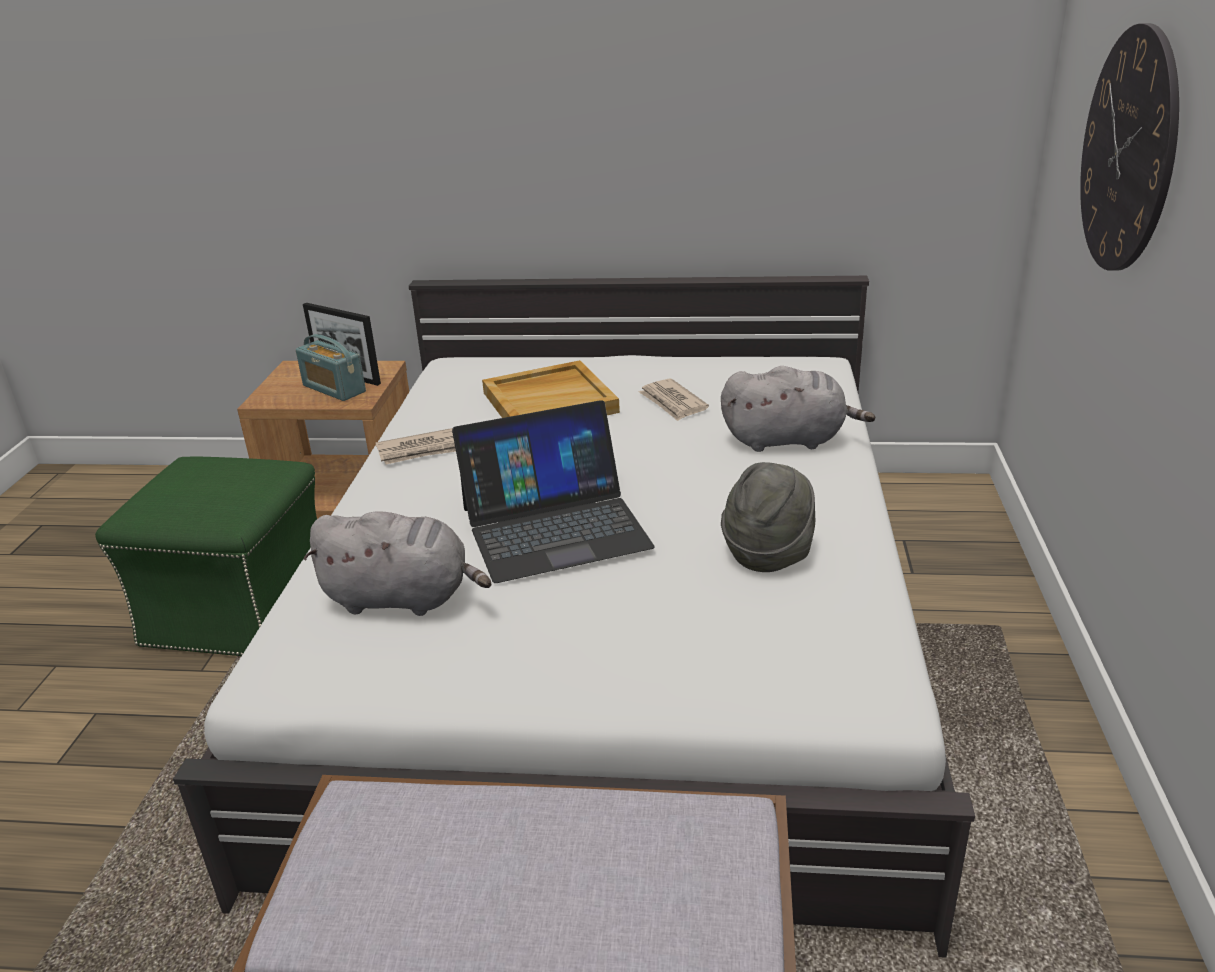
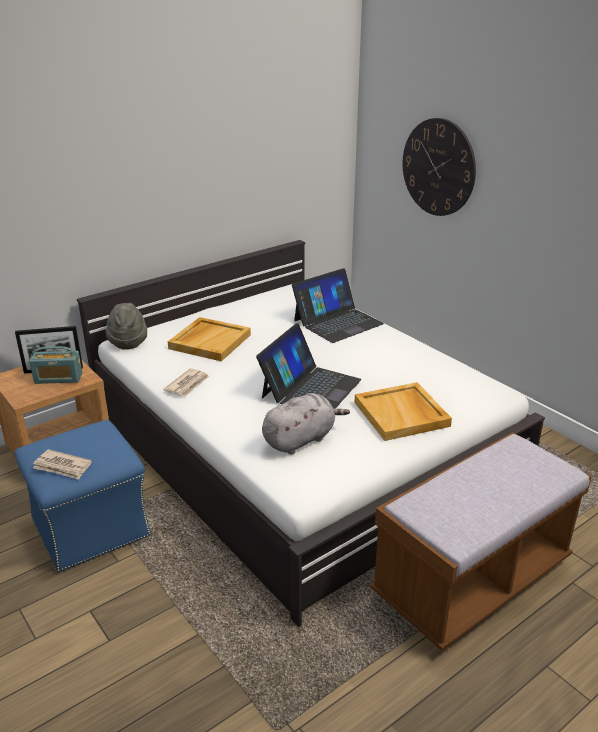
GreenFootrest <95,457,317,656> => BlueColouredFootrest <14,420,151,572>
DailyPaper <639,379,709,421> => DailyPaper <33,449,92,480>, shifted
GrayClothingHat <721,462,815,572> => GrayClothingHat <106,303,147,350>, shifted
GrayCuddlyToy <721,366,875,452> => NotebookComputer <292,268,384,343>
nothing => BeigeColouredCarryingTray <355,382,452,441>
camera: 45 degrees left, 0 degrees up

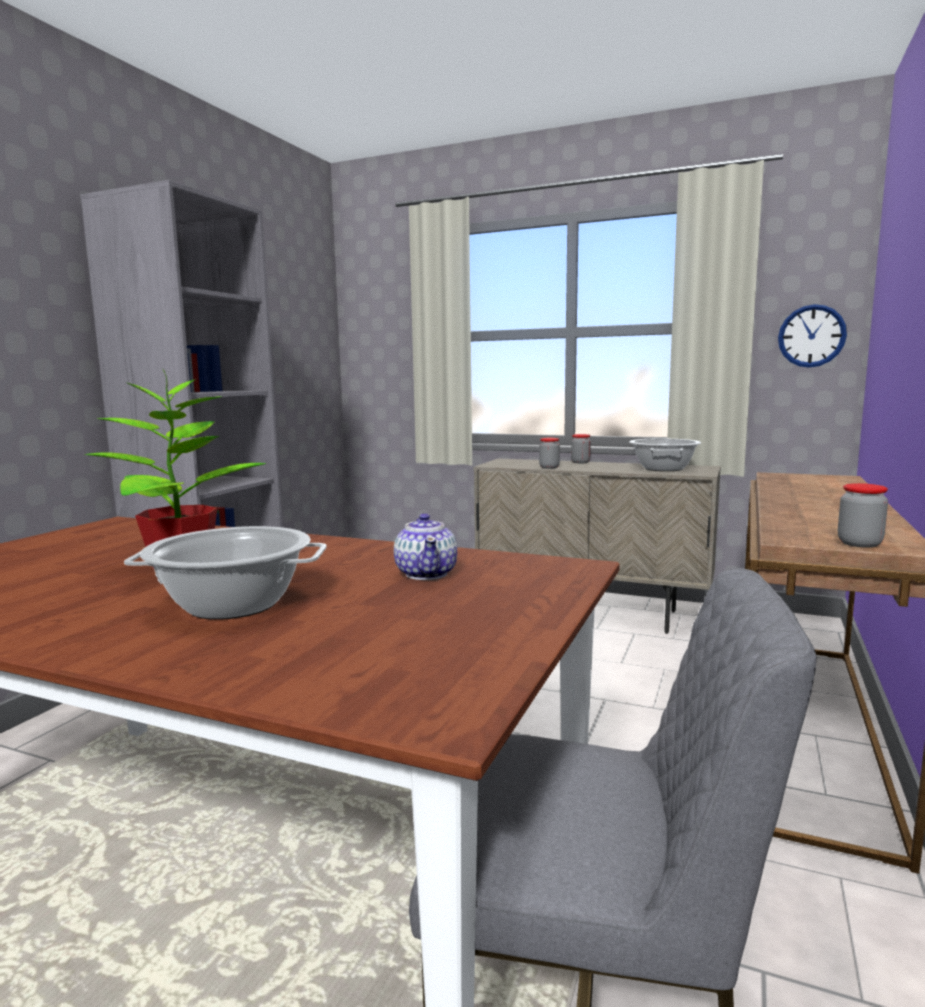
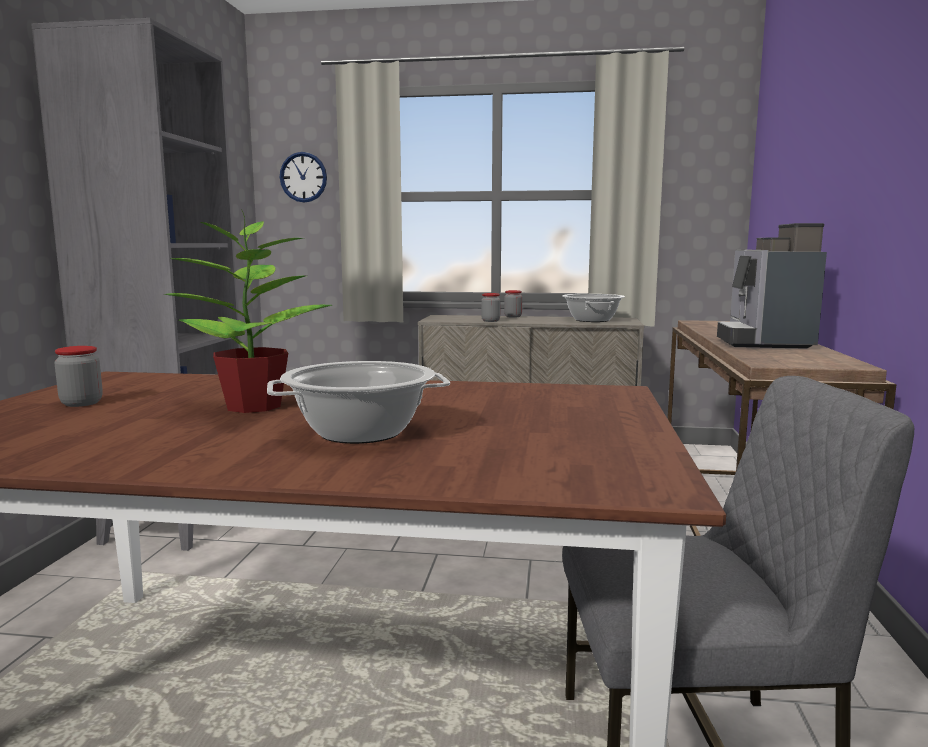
StorageJar <838,483,888,548> => StorageJar <54,346,103,407>, shifted
ClockOnTheWall <778,304,847,368> => ClockOnTheWall <280,152,327,203>, shifted
nothing => CoffeeMaker <717,223,827,349>
PotForTea <394,513,457,580> => nothing
camera: 15 degrees left, 0 degrees up

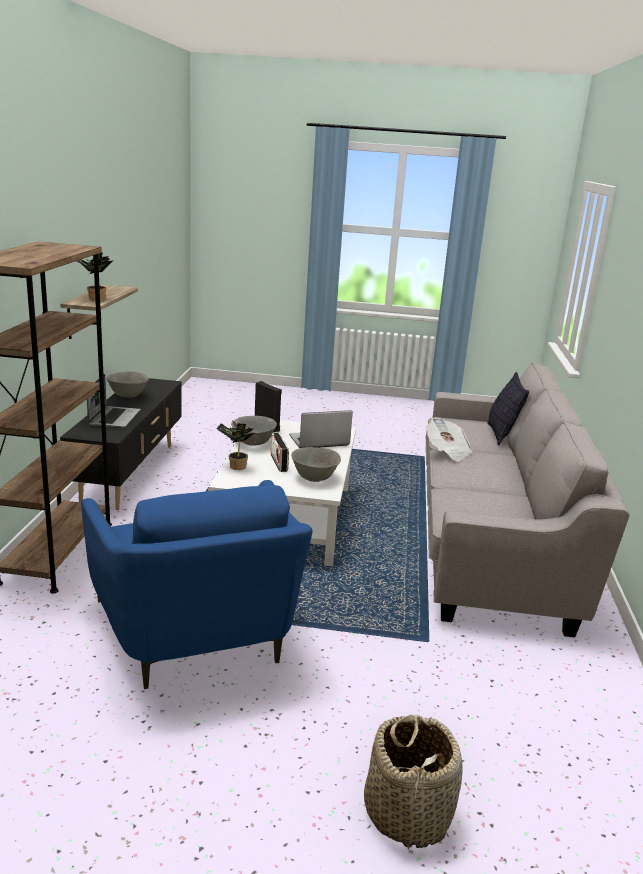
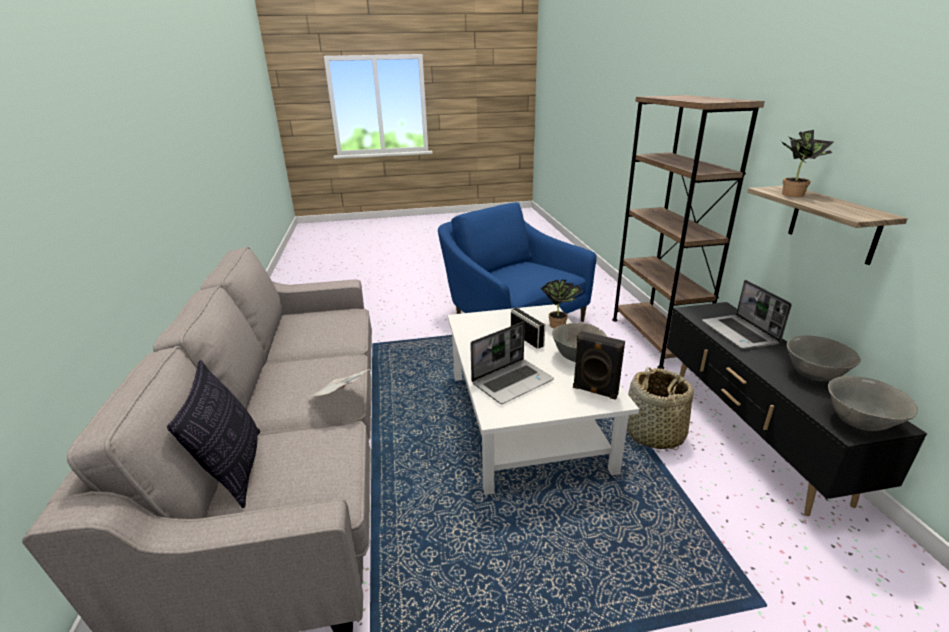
Basket <364,715,463,849> => Basket <627,367,694,450>, shifted
GrayBowl <291,447,341,482> => GrayBowl <828,376,918,431>, shifted
camera: 165 degrees right, 5 degrees up

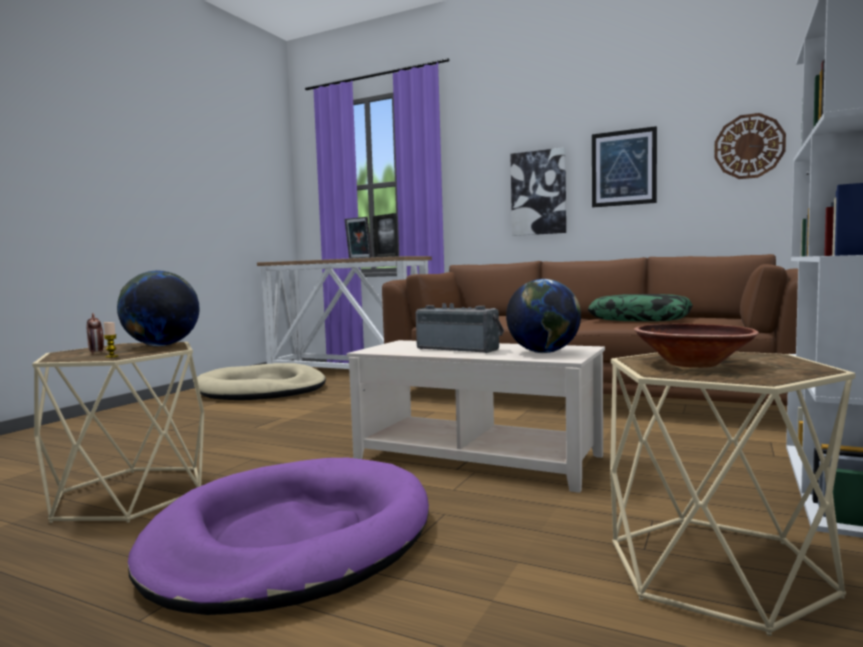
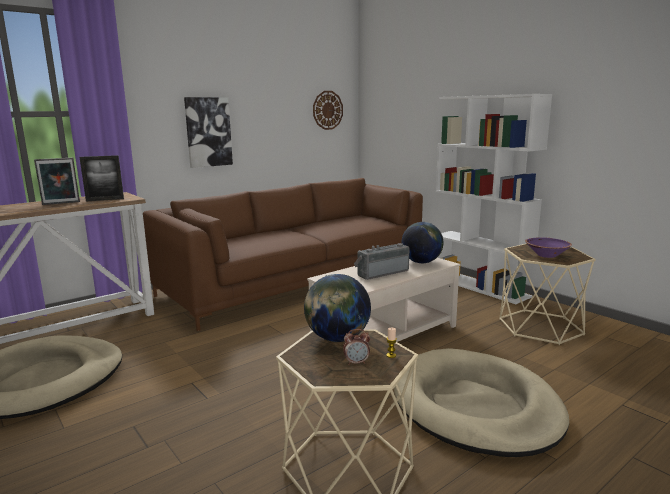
PurplishPetBed <128,458,429,615> => BeigeColouredPetBed <394,348,569,457>
BrownishBowl <634,324,759,368> => PurplishBowl <525,237,572,258>
Cushion <588,294,693,322> => nothing
WallPicture <592,126,657,207> => nothing
camera: 65 degrees left, 10 degrees up

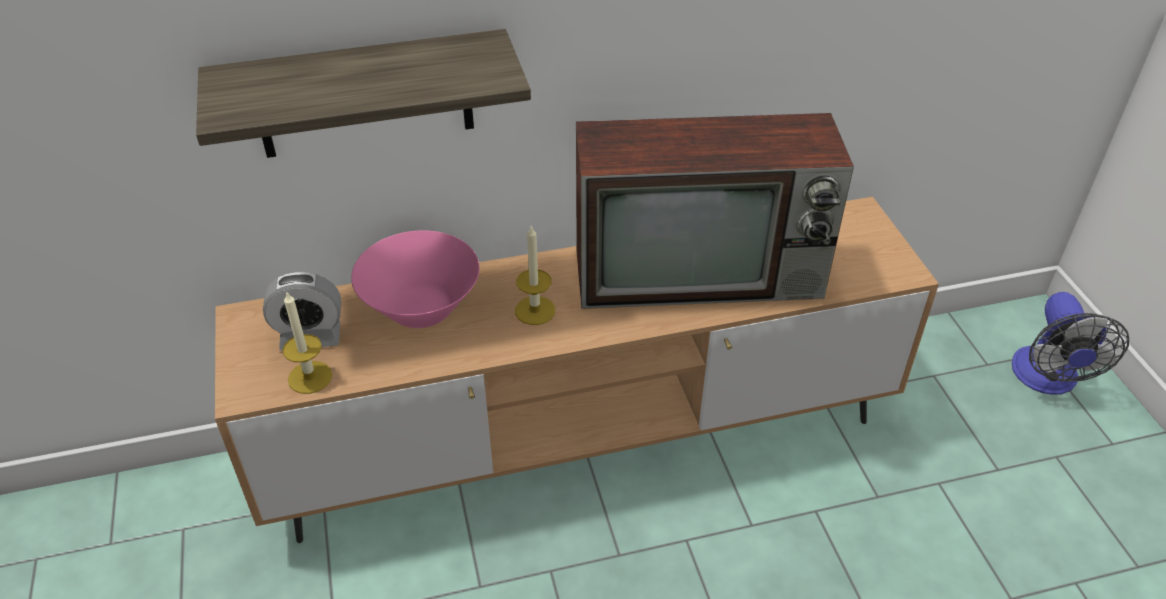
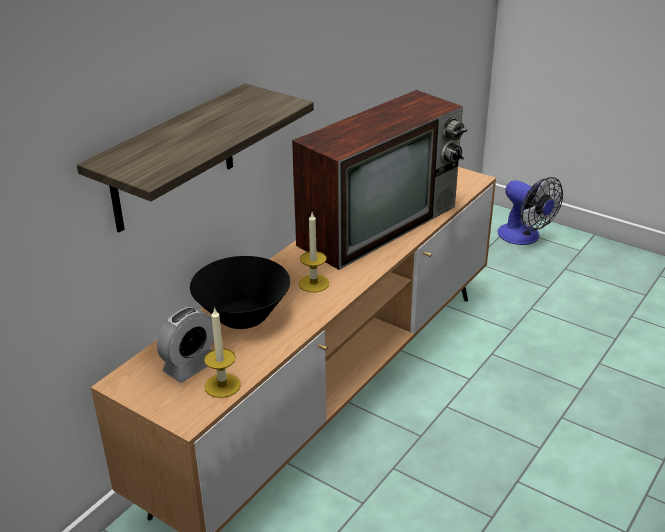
PinkColouredBowl <351,230,480,328> => BlackColouredBowl <190,256,290,329>
camera: 40 degrees left, 10 degrees down

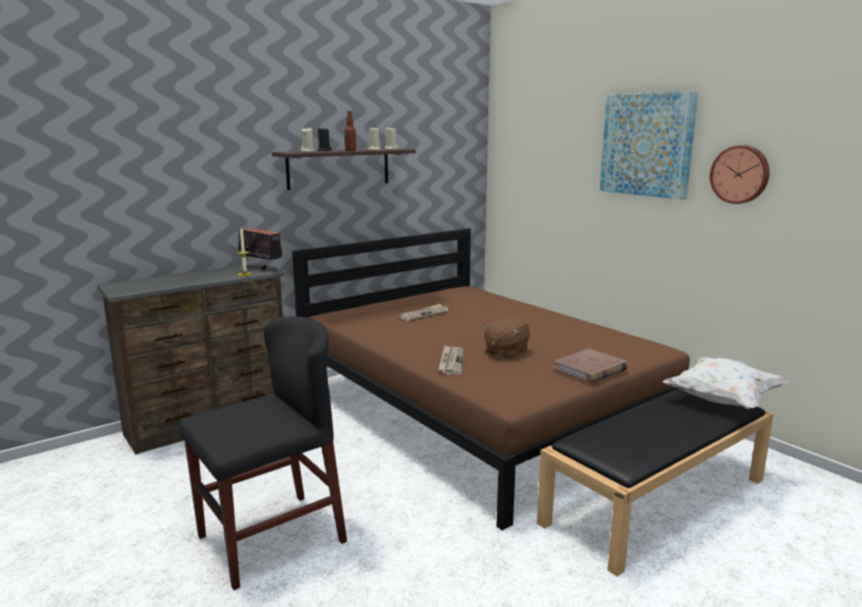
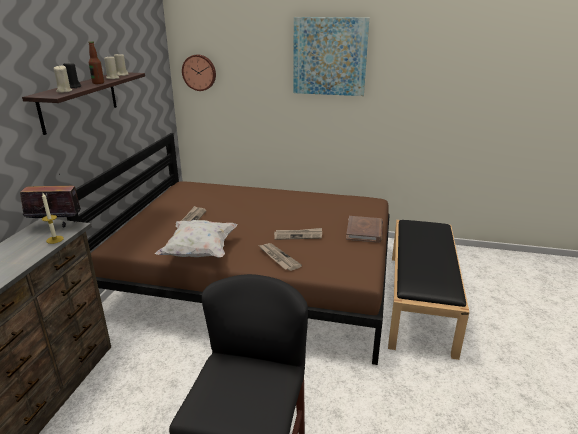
WhiteColouredCushion <662,357,788,409> => WhiteColouredCushion <155,220,238,258>, shifted
ClockOnTheWall <710,145,770,204> => ClockOnTheWall <182,55,216,91>, shifted
BrownishCuddlyToy <483,317,530,359> => DailyPaper <274,228,322,240>
camera: 40 degrees left, 10 degrees up

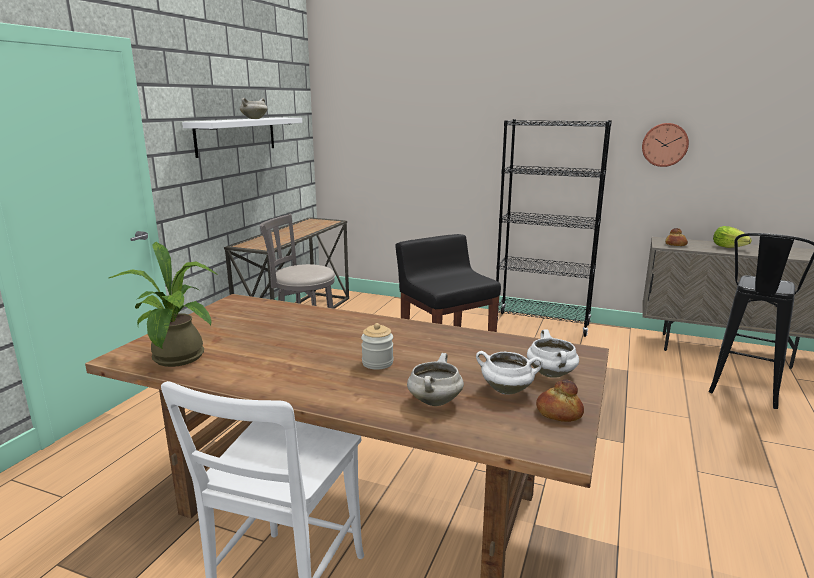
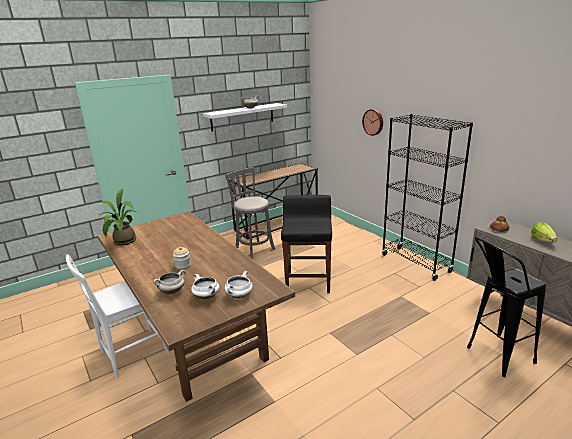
ClockOnTheWall <642,123,689,167> => ClockOnTheWall <362,109,383,136>, shifted
Bread <536,379,584,422> => nothing
camera: 35 degrees right, 5 degrees up

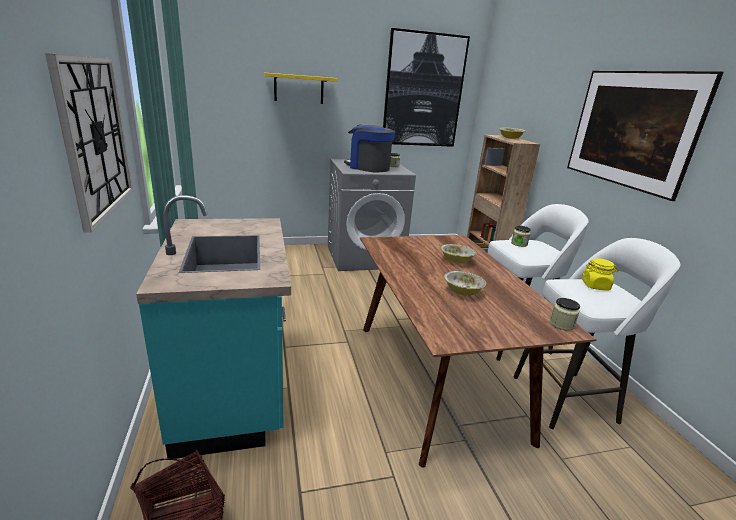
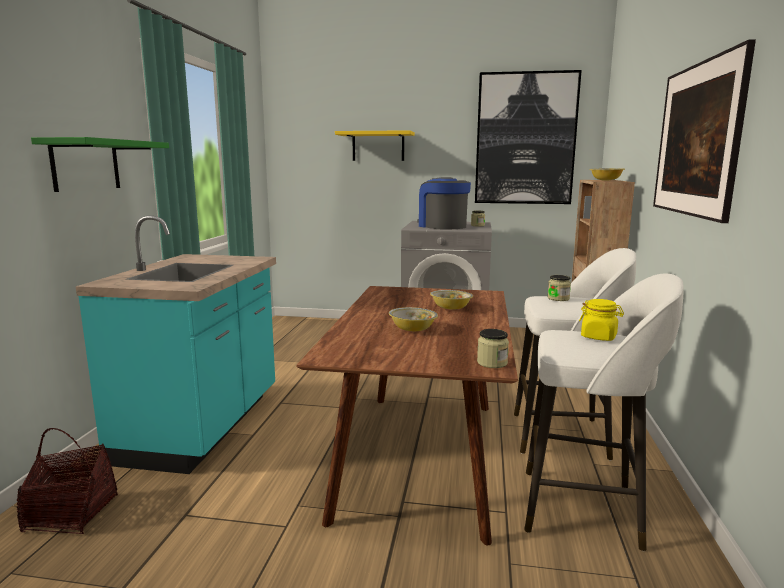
ClockOnTheWall <45,53,133,233> => GreenShelf <31,137,169,192>
camera: 25 degrees right, 10 degrees down

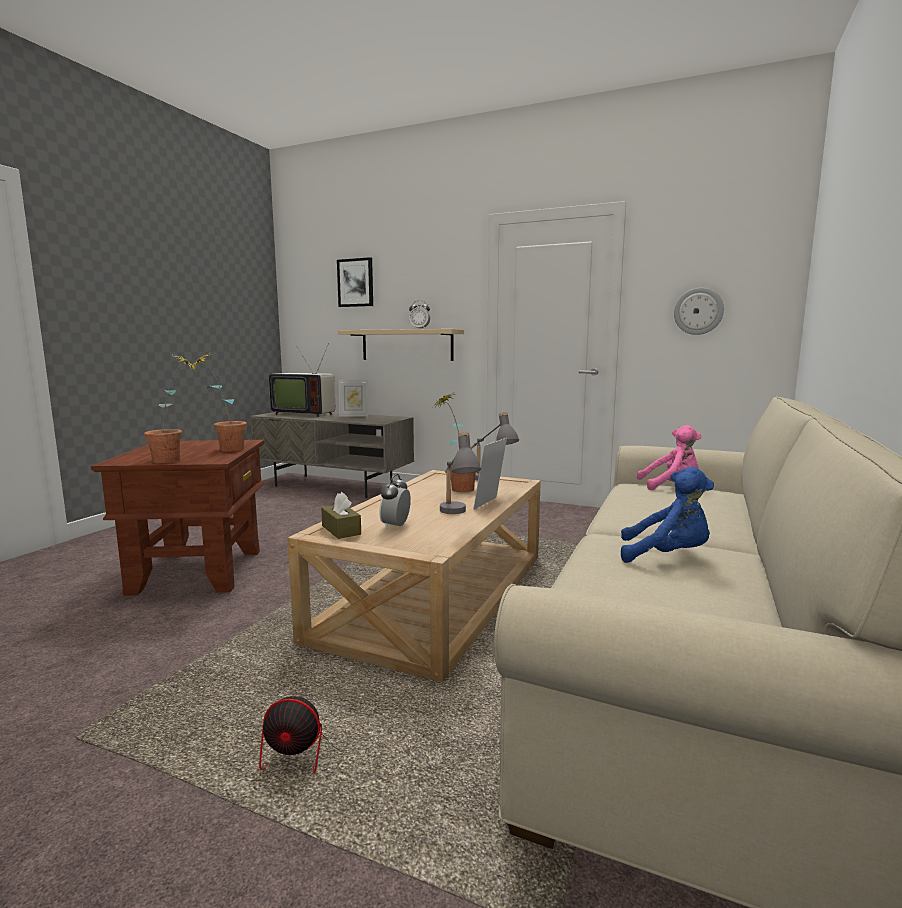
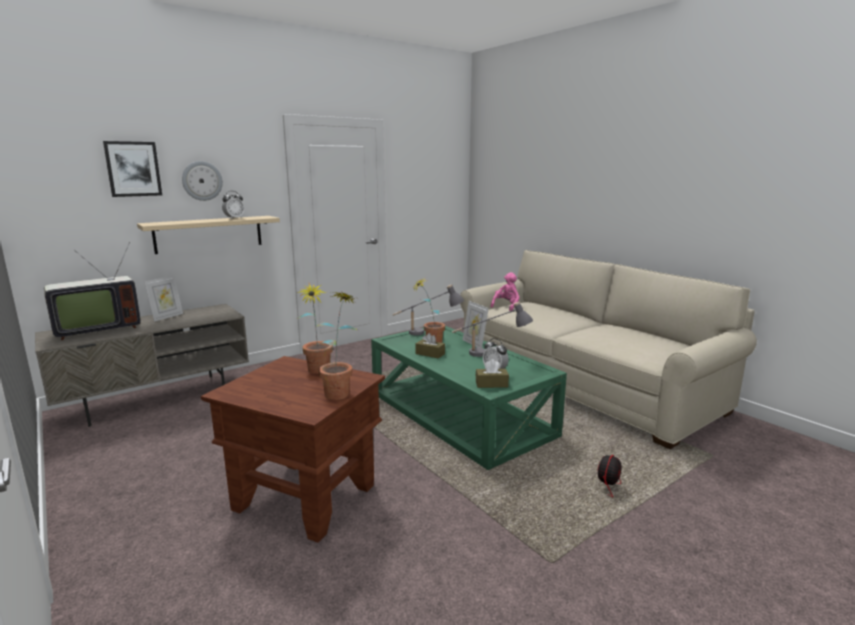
ClockOnTheWall <674,288,724,335> => ClockOnTheWall <182,161,223,201>, shifted
BeigeColouredLoungeTable <288,470,541,682> => GreenLoungeTable <371,326,567,470>
nothing => BrownishBoxOfTissues <415,333,445,359>
BlueColouredCuddlyToy <621,466,714,563> => nothing
camera: 60 degrees left, 5 degrees up

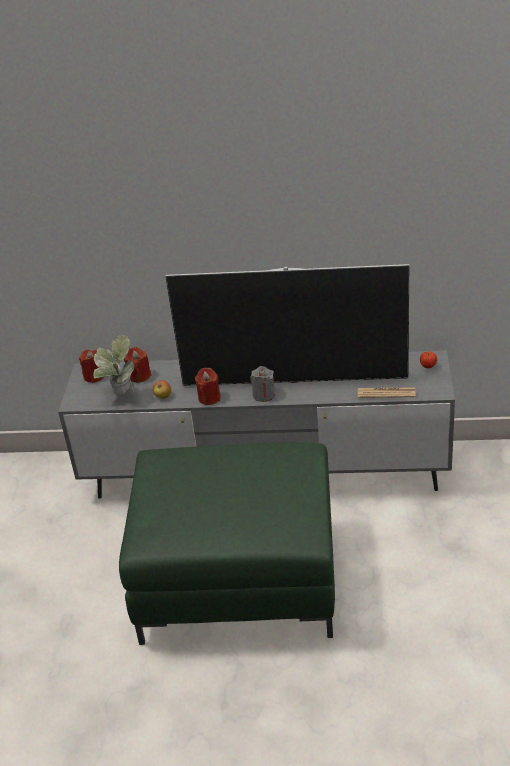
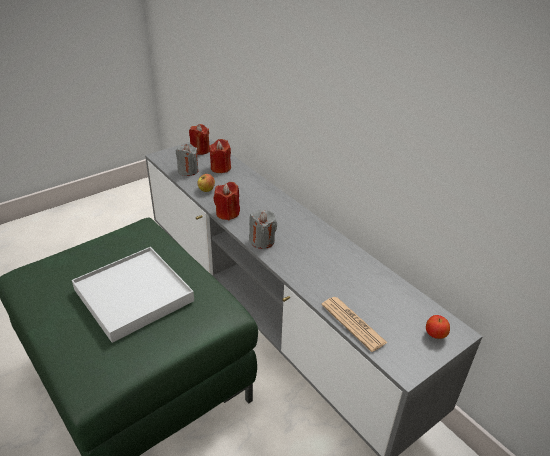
nothing => WhiteColouredCarryingTray <72,247,194,343>
Houseplant <93,335,134,395> => GrayWaxLight <176,143,198,176>
Television <165,264,410,386> => nothing
camera: 45 degrees right, 0 degrees up

